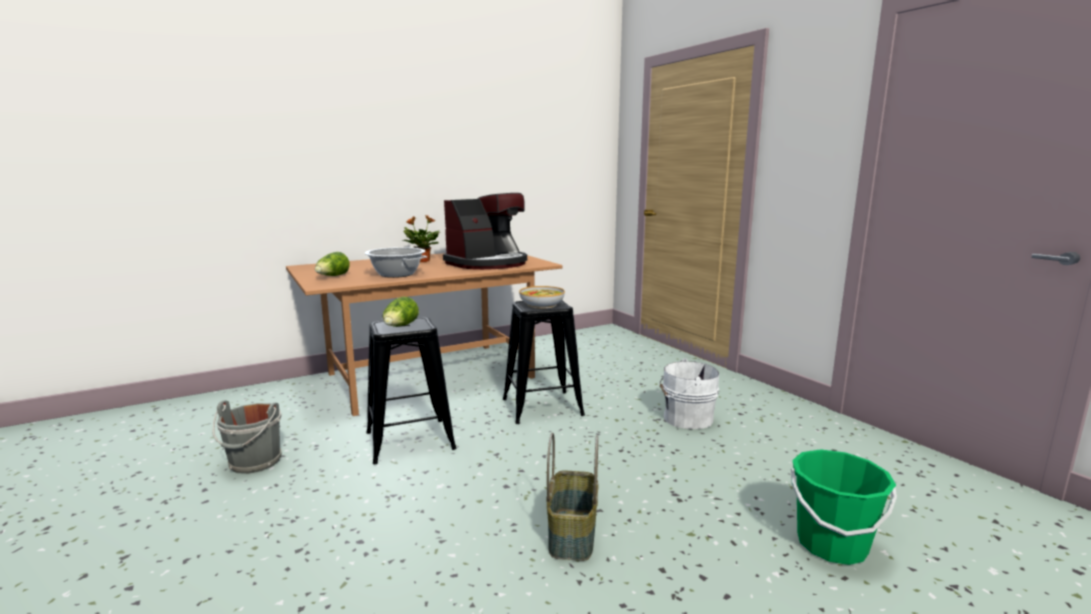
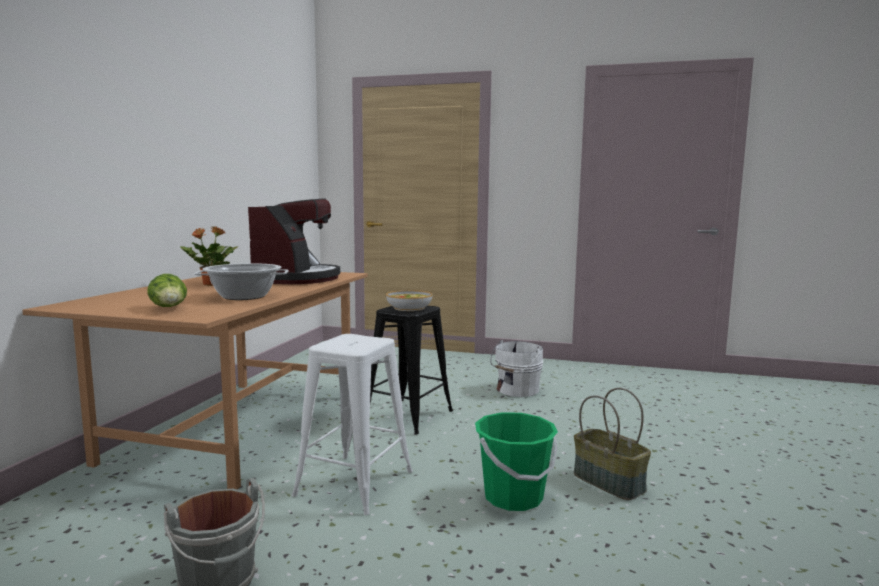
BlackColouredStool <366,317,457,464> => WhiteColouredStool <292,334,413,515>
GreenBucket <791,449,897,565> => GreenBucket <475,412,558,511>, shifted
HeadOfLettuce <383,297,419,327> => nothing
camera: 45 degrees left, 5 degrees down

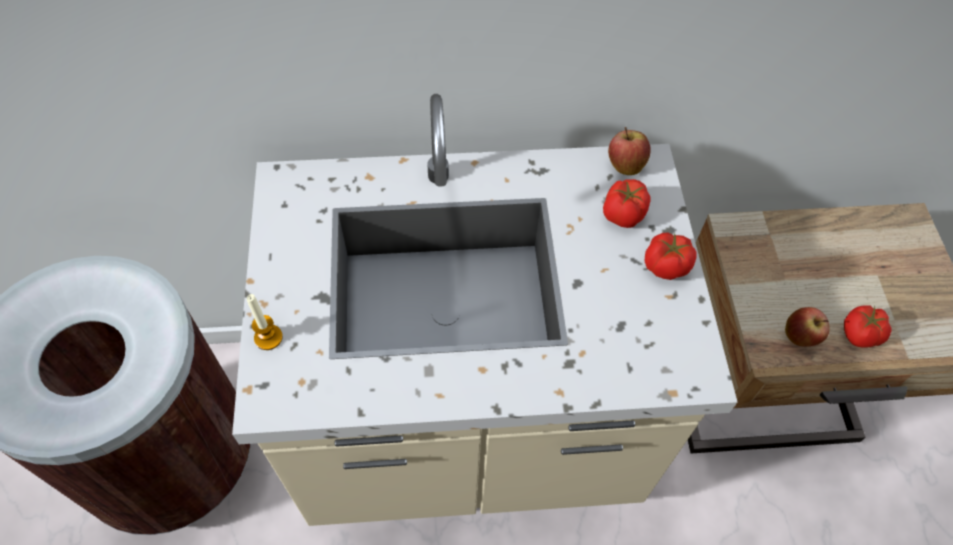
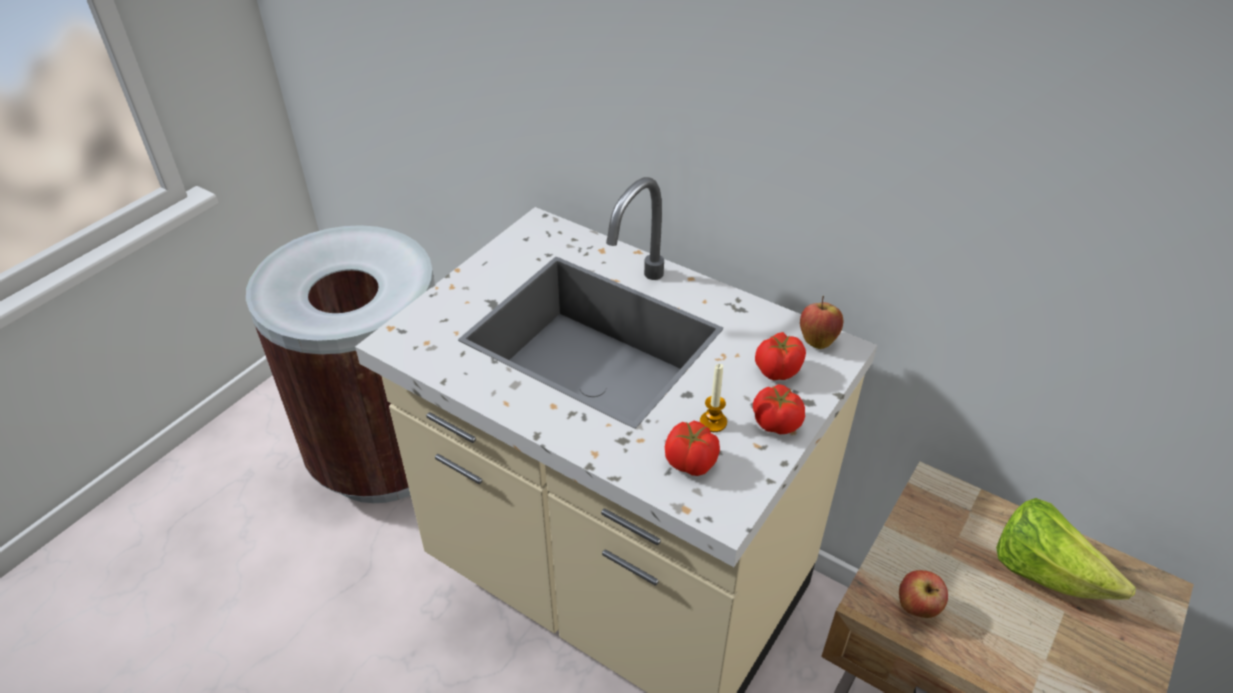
WholeTomato <844,305,892,348> => WholeTomato <665,421,720,476>, shifted
WaxLight <247,294,283,350> => WaxLight <700,364,727,432>, shifted
nothing => HeadOfLettuce <996,498,1136,600>
camera: 40 degrees right, 15 degrees down

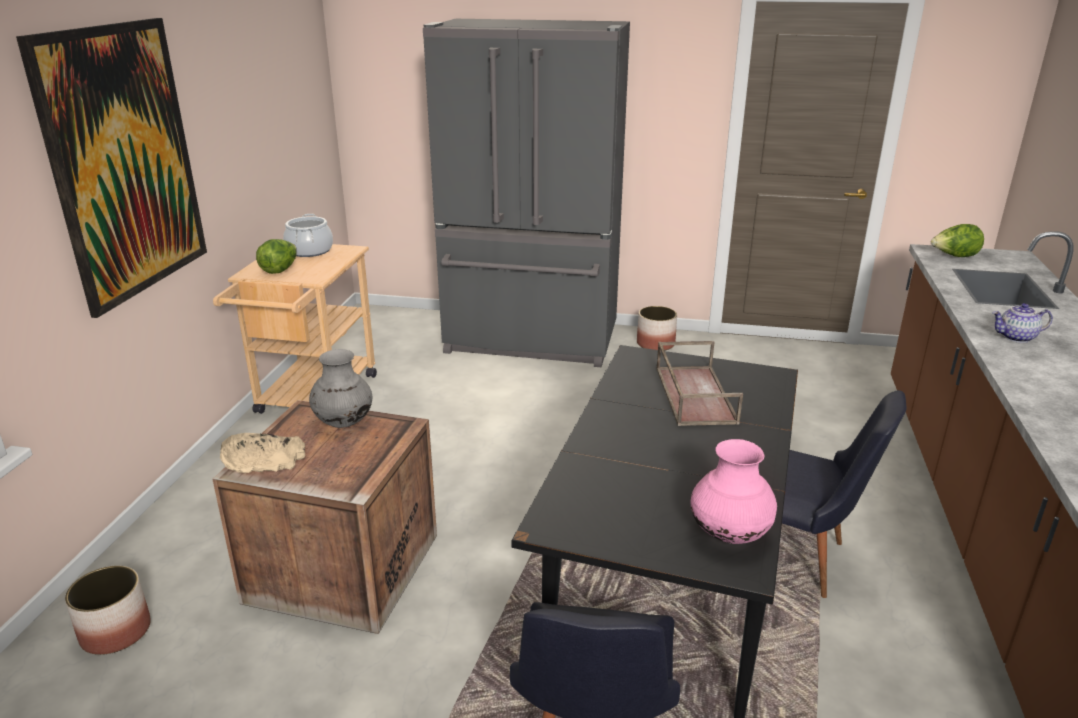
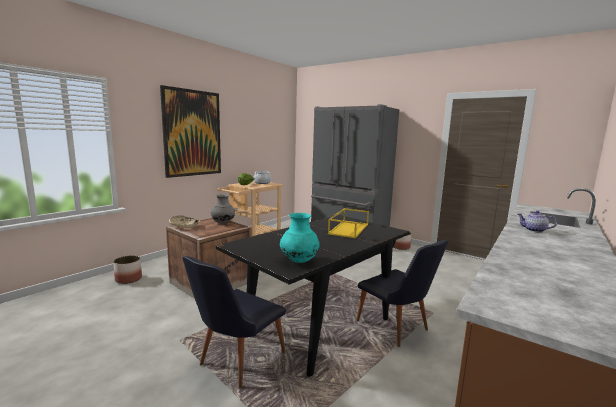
PinkColouredFlowerVase <691,439,777,544> => BlueGreenFlowerVase <280,213,320,263>
BrownishCarryingTray <656,341,743,426> => YellowishCarryingTray <328,208,369,238>
HeadOfLettuce <931,224,984,257> => nothing
camera: 25 degrees right, 15 degrees down

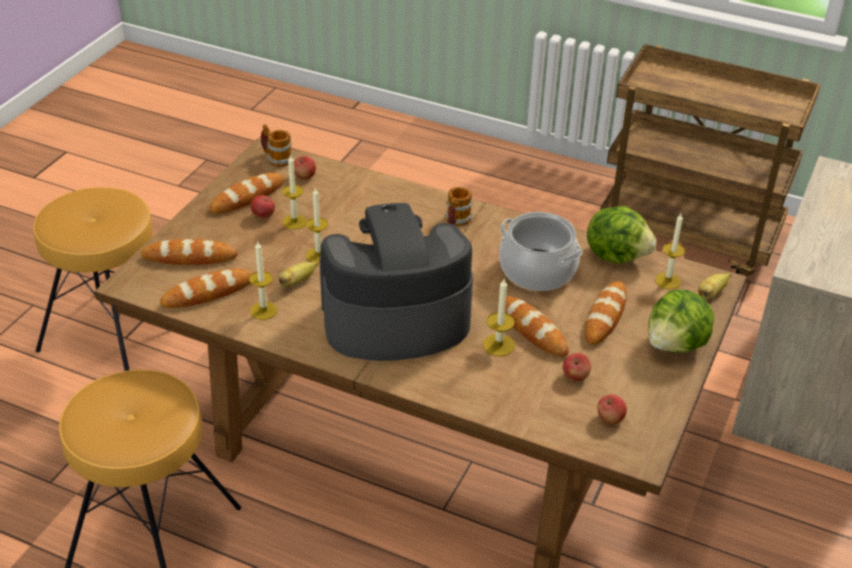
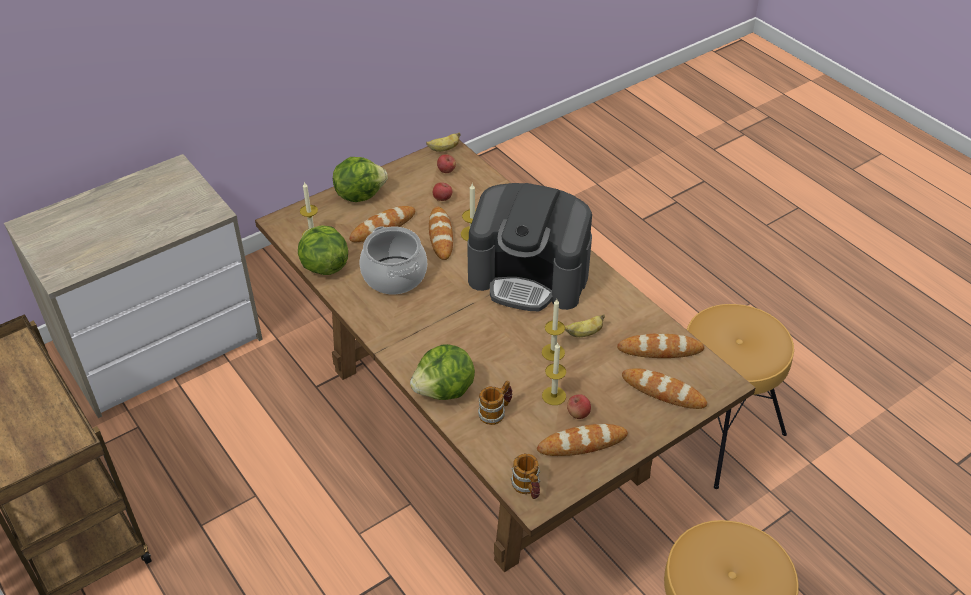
nothing => HeadOfLettuce <410,344,475,400>
Banana <698,273,731,300> => Banana <426,132,461,152>, shifted
Mug <445,187,473,226> => Mug <478,381,512,425>, shifted
WaxLight <249,242,277,320> => nothing
AppleFruit <294,156,316,179> => nothing
camera: 150 degrees left, 5 degrees up

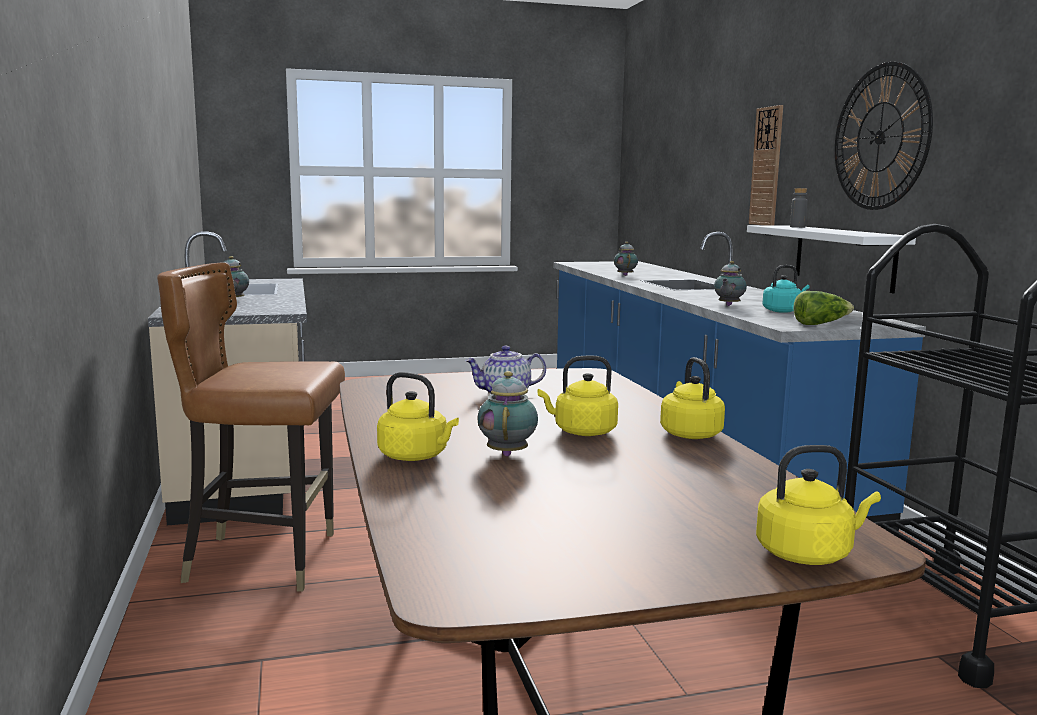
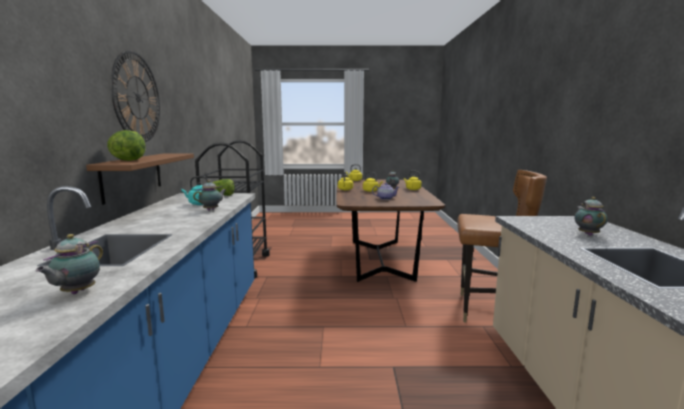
WhiteColouredShelf <747,225,916,293> => BrownishShelf <86,154,194,205>
GrayBottle <790,188,808,228> => HeadOfLettuce <107,130,145,161>
ClockOnTheWall <749,105,783,225> => nothing
camera: 165 degrees left, 0 degrees up

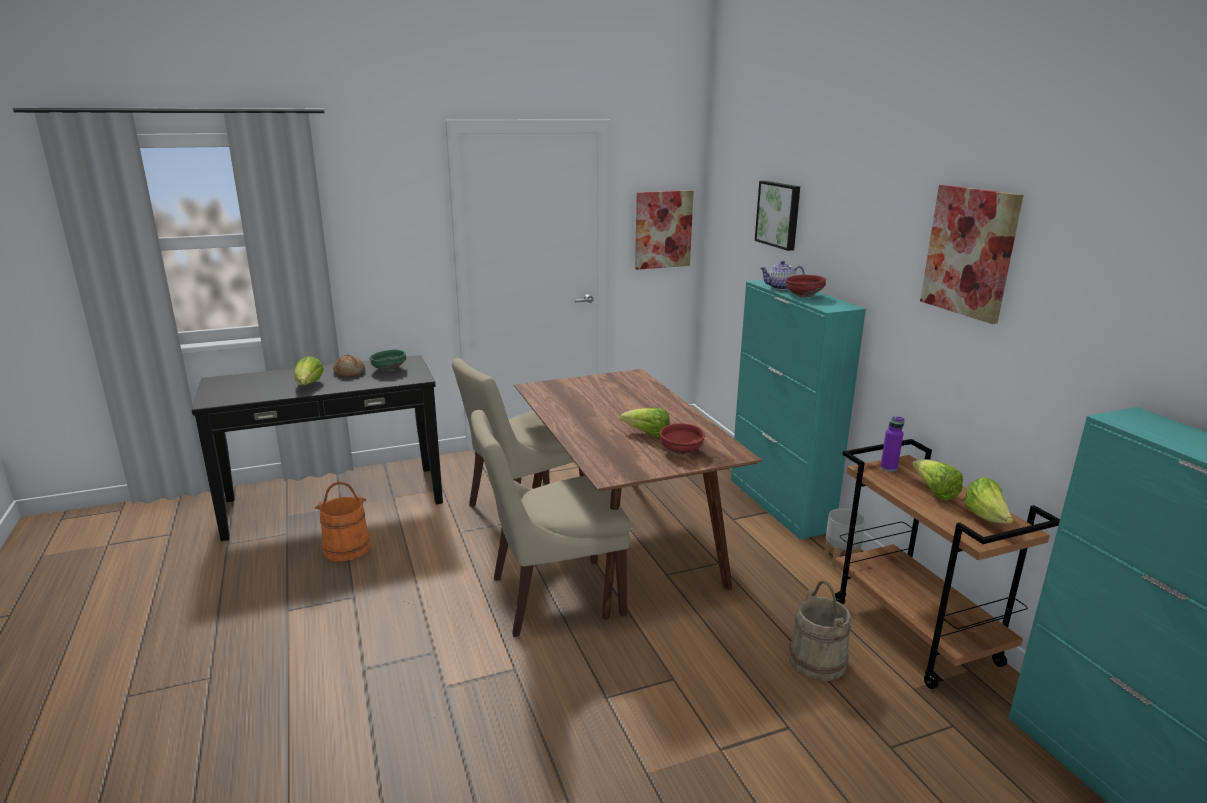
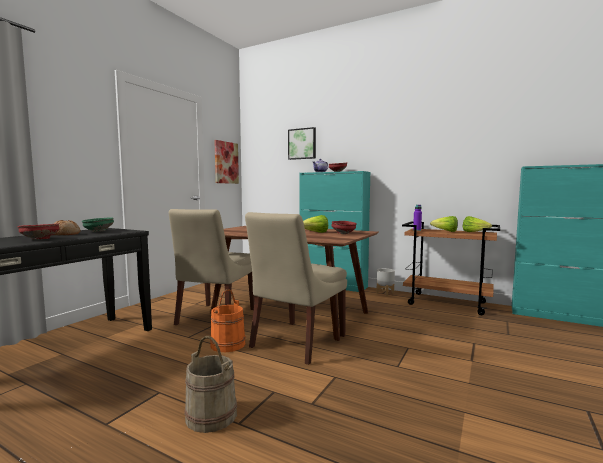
HeadOfLettuce <295,356,324,385> => RedBowl <17,224,59,240>
BeigeColouredBucket <789,580,851,681> => BeigeColouredBucket <184,336,237,433>, shifted
OrangeBucket <315,482,371,561> => OrangeBucket <210,289,246,352>, shifted
WallPicture <920,185,1024,324> => nothing
camera: 40 degrees left, 15 degrees down

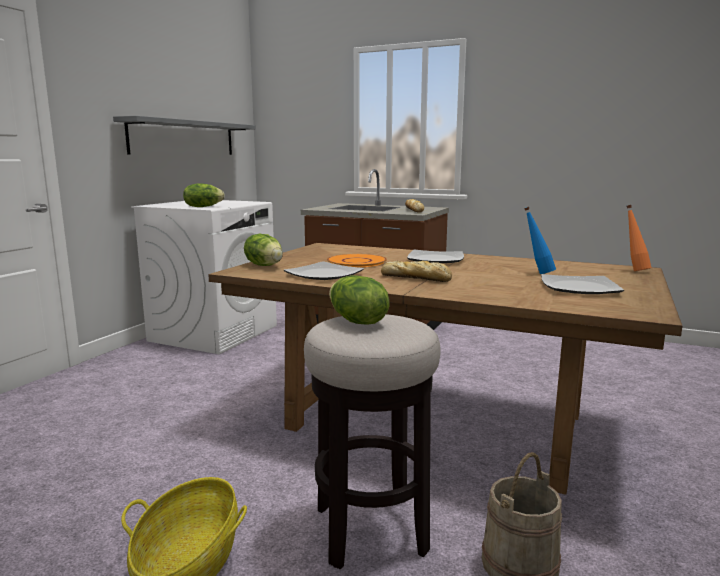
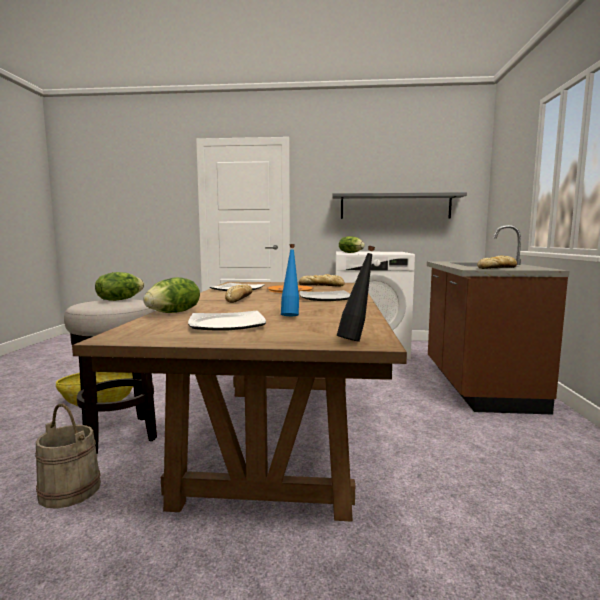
HeadOfLettuce <244,234,283,266> => HeadOfLettuce <143,277,200,313>, shifted
nothing => Bread <299,274,345,287>
OrangeBottle <626,205,651,271> => BlackColouredBottle <337,246,375,342>
camera: 70 degrees right, 5 degrees down

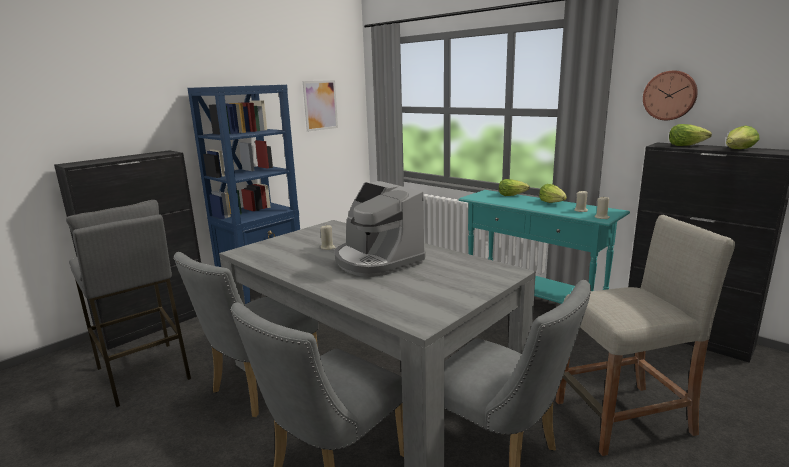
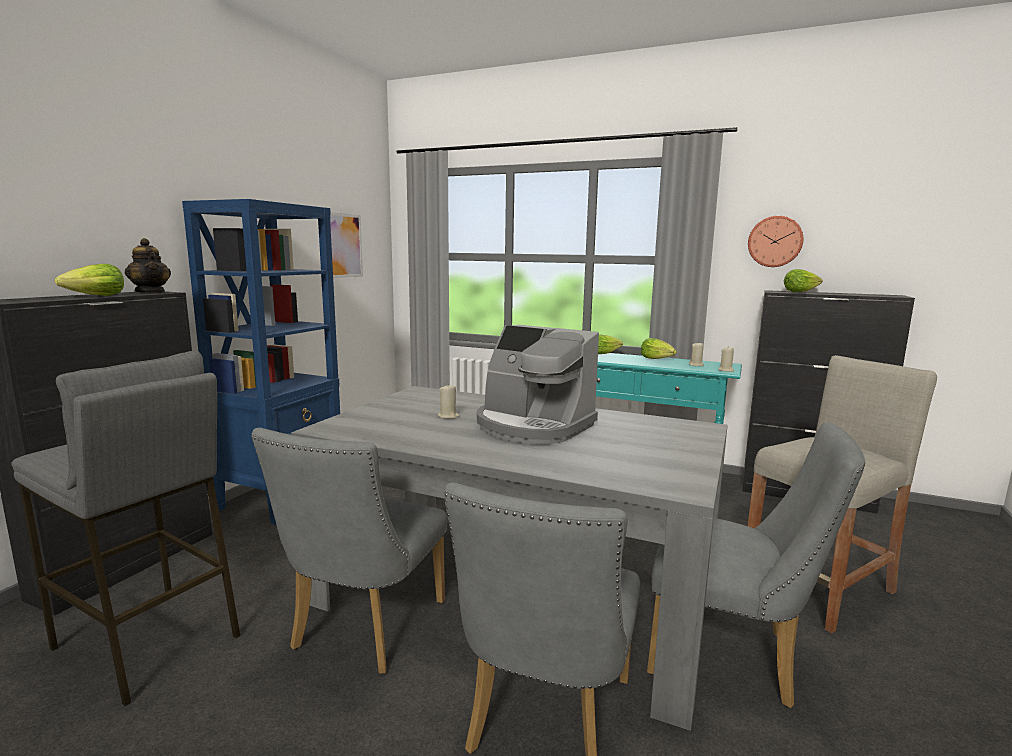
HeadOfLettuce <726,125,760,149> => HeadOfLettuce <55,264,124,296>, shifted
nothing => PotForTea <125,238,171,293>
camera: 20 degrees left, 5 degrees down

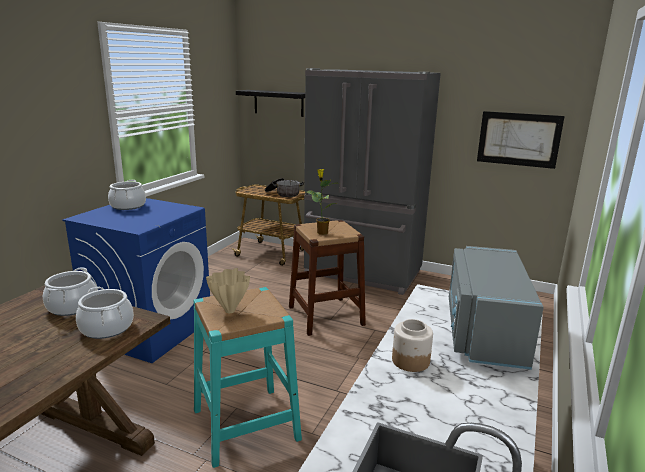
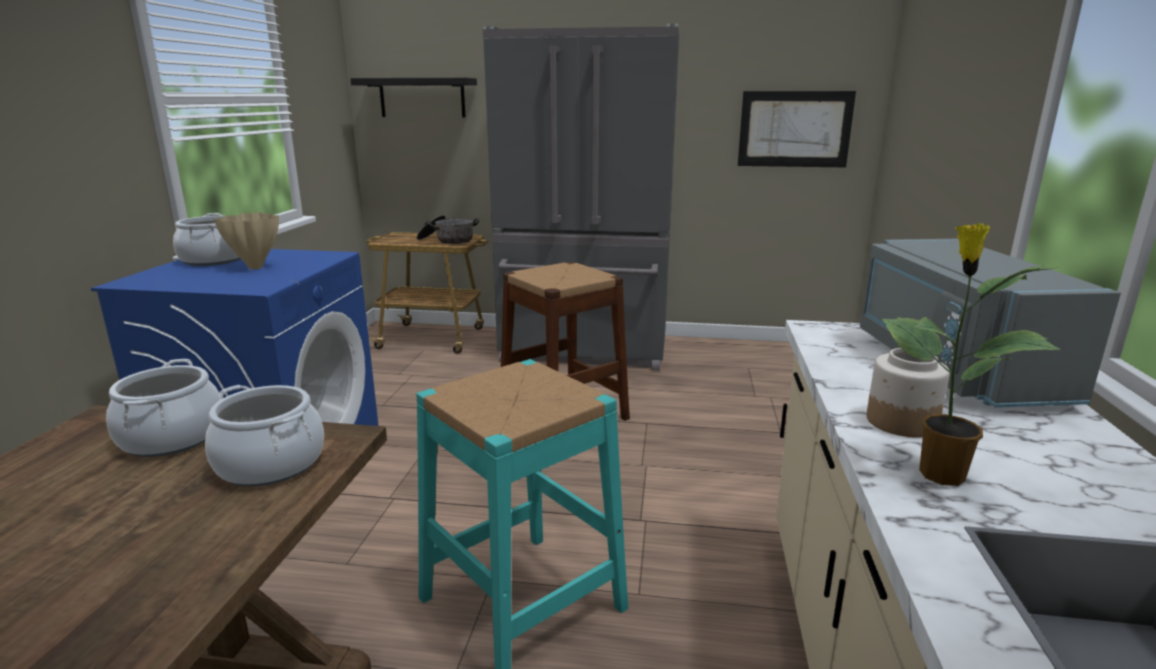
BeigeColouredFlowerVase <206,268,250,313> => BeigeColouredFlowerVase <214,212,279,269>, shifted
Houseplant <307,169,340,235> => Houseplant <882,223,1060,486>, shifted
camera: 15 degrees left, 0 degrees up

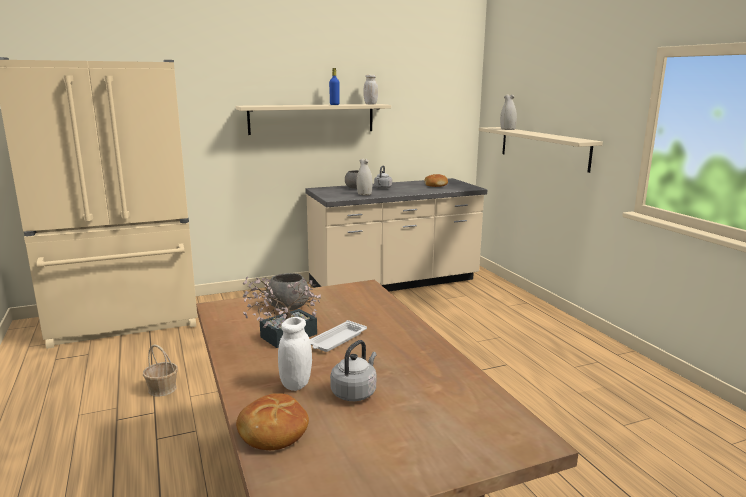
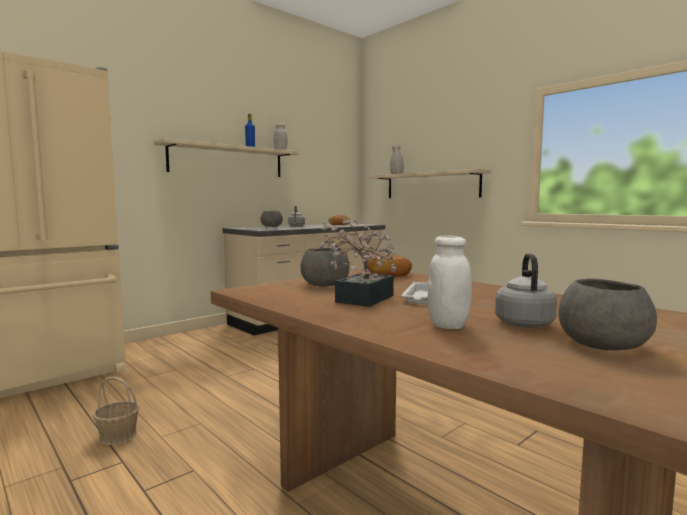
Bread <236,393,309,450> => Bread <368,254,412,276>, shifted
nothing => GrayBowl <559,278,657,350>
WhiteColouredFlowerVase <357,158,372,195> => nothing
camera: 20 degrees left, 10 degrees down

